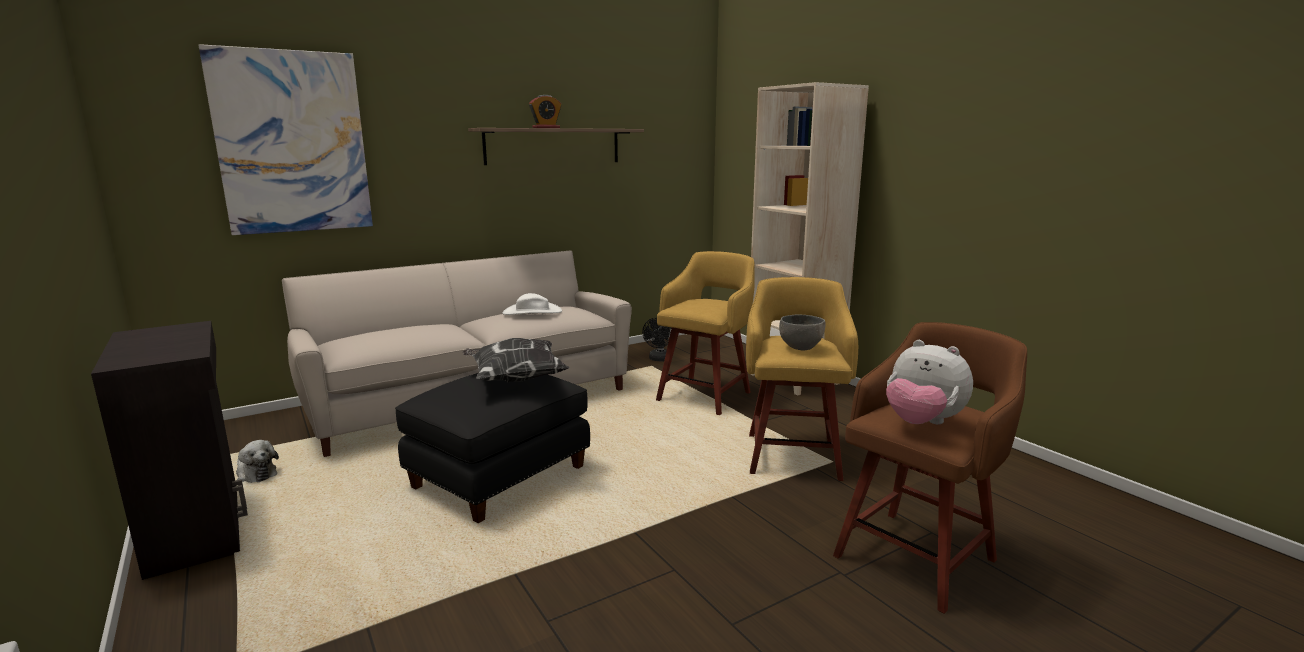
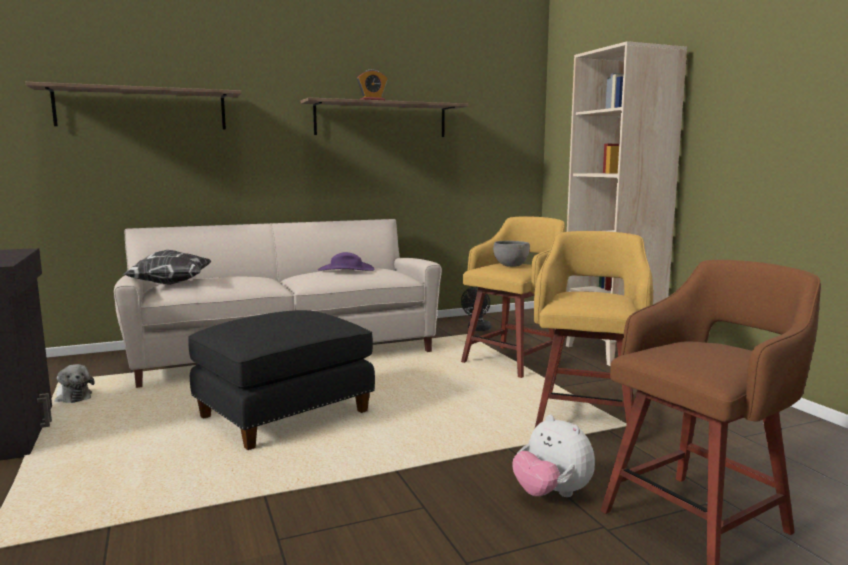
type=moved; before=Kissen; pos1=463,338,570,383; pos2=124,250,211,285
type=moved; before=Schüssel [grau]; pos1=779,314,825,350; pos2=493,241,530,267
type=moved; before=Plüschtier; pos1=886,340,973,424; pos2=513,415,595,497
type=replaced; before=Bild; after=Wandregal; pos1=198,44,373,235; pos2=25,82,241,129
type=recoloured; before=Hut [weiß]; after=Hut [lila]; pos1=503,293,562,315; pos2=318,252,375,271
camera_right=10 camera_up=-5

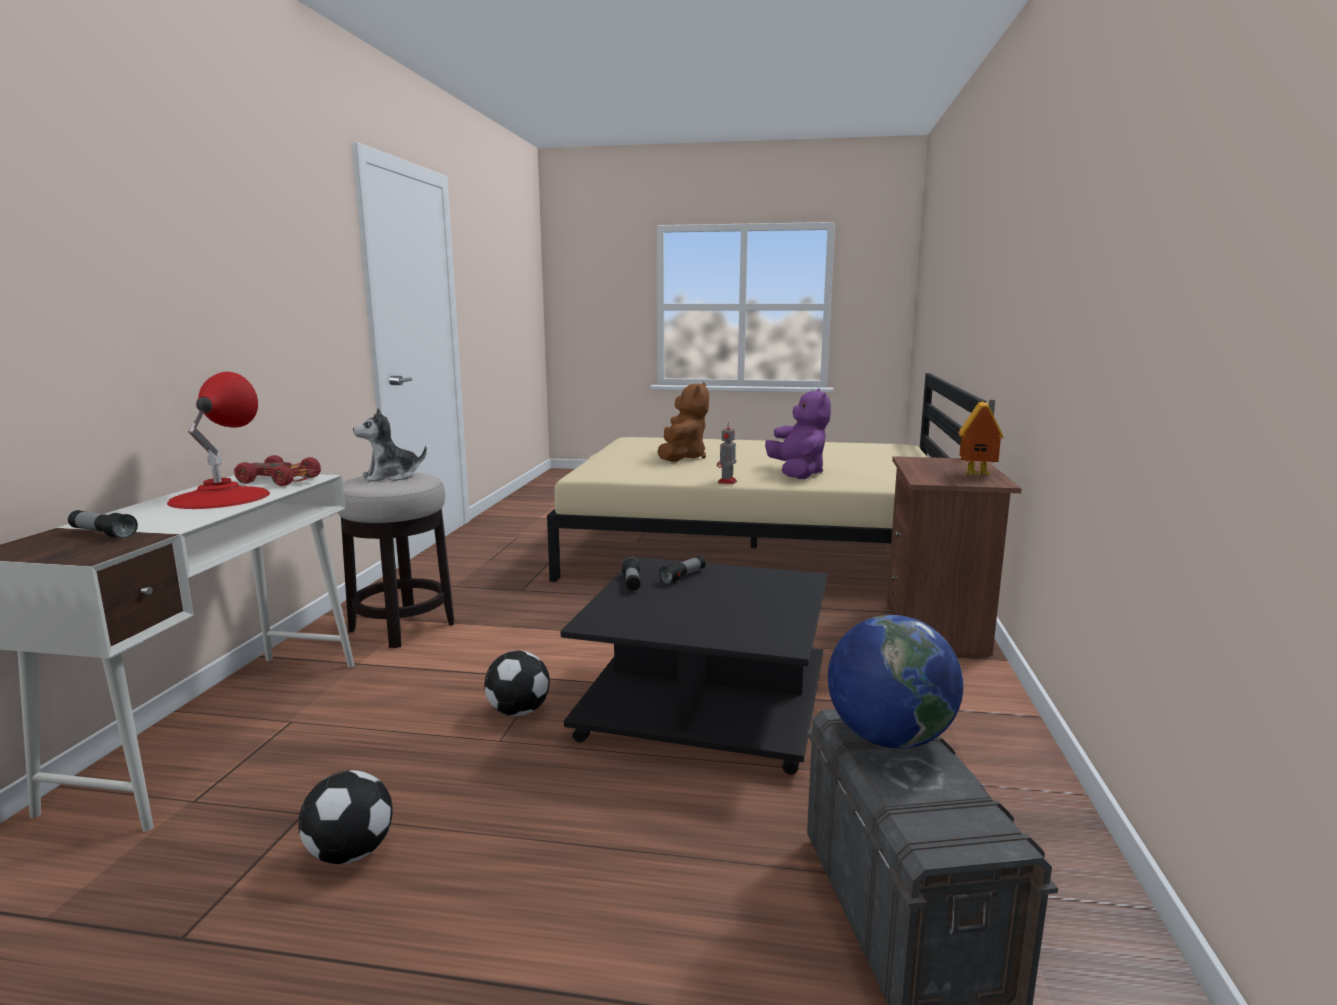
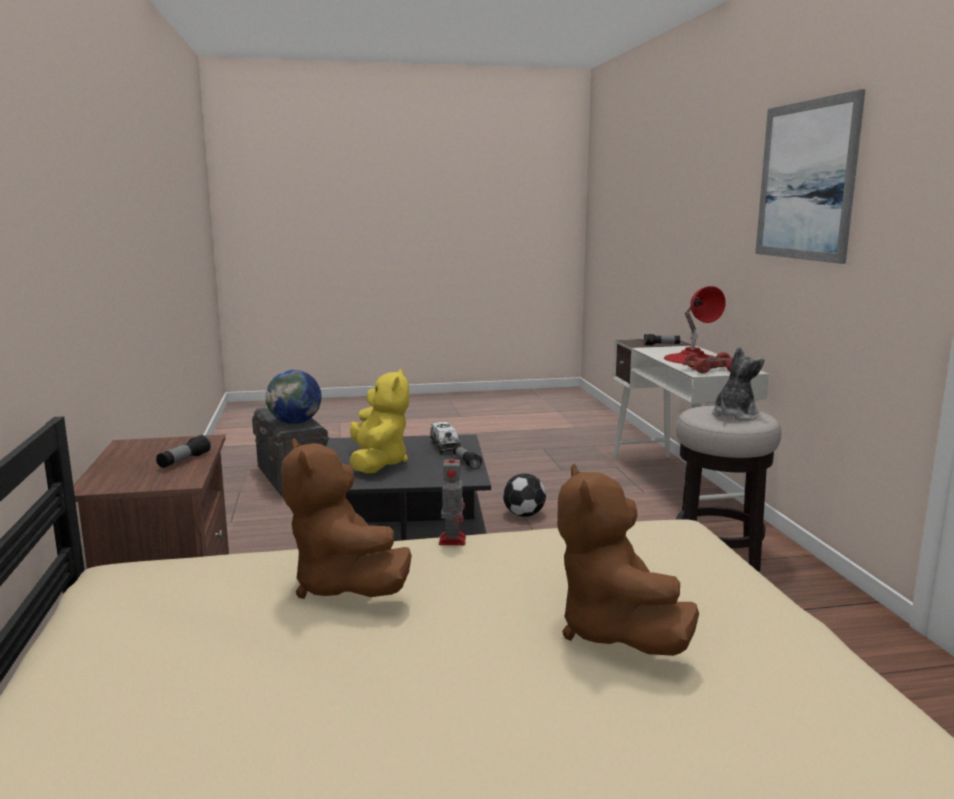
type=removed; before=Fußball; pos1=299,770,393,864
type=removed; before=Spielzeughaus; pos1=959,400,1004,475
type=added; after=Plüschtier [gelb]; pos2=349,368,409,473
type=added; after=Spielzeuglaster; pos2=430,422,461,454
type=added; after=Bild; pos2=755,89,866,264
type=moved; before=Taschenlampe; pos1=659,556,706,584; pos2=156,435,211,468
type=recoloured; before=Plüschtier [lila]; after=Plüschtier [braun]; pos1=765,388,831,479; pos2=281,438,412,599
camera_right=160 camera_up=0

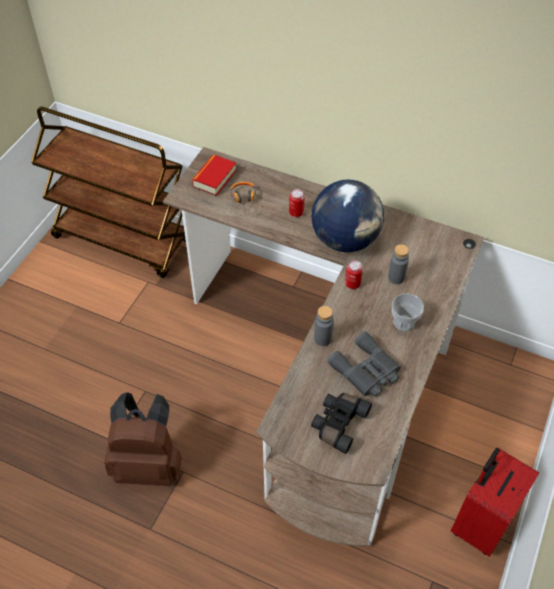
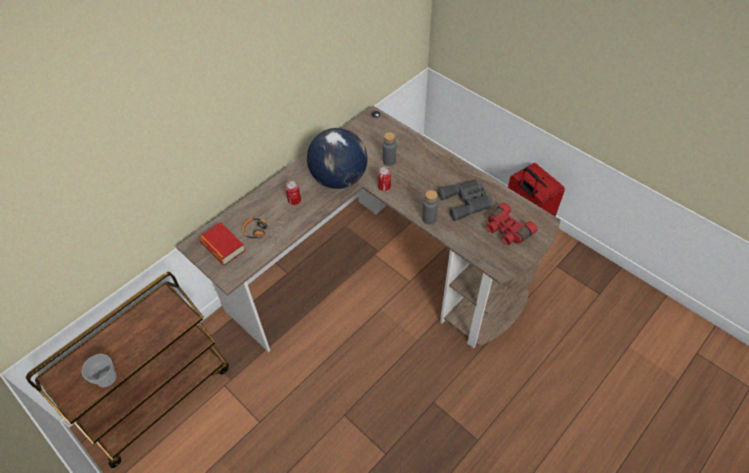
type=removed; before=Rucksack [braun]; pos1=104,392,181,486
type=moved; before=Tasse; pos1=392,293,424,331; pos2=81,354,117,388
type=recoloured; before=Fernglas [schwarz]; after=Fernglas [rot]; pos1=311,393,372,454; pos2=486,202,538,245
camera_right=-70 camera_up=0

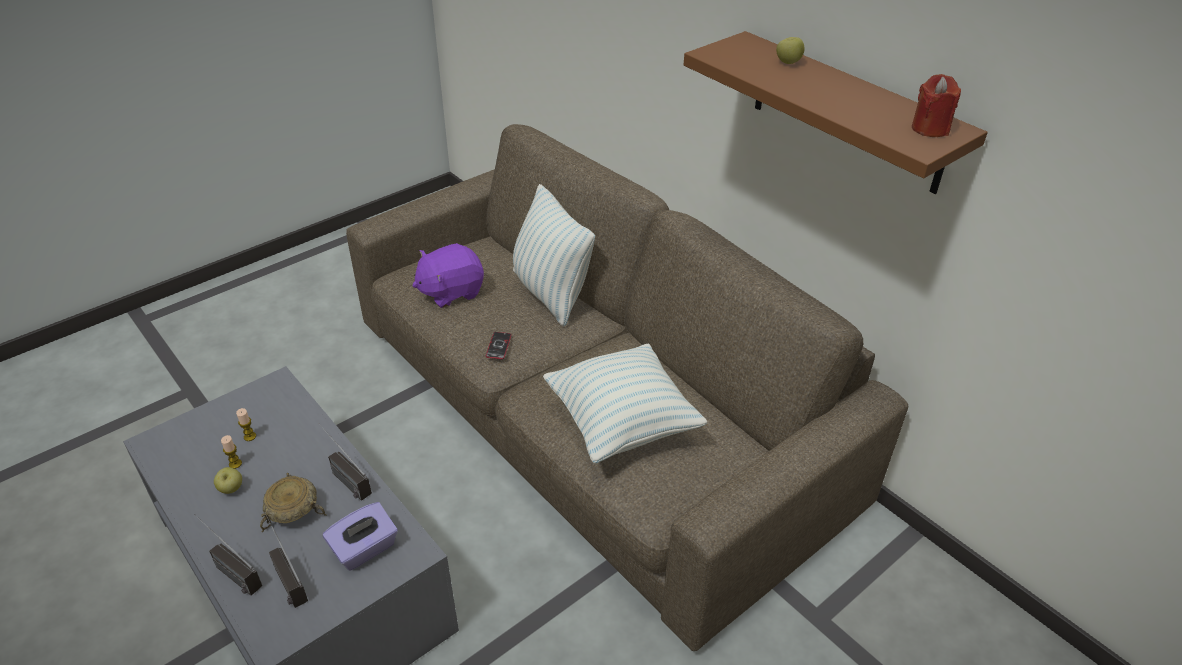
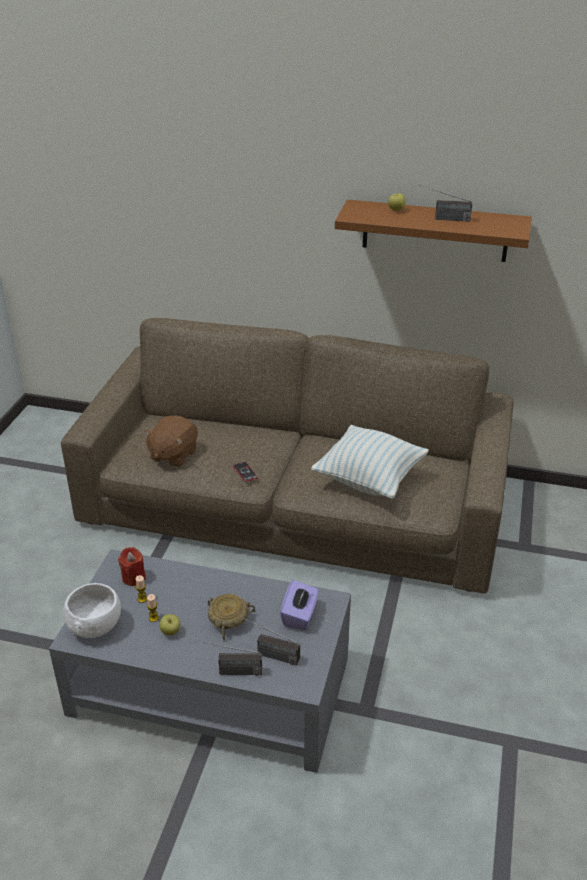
type=removed; before=Kissen; pos1=513,184,595,326
type=added; after=Schüssel [weiß]; pos2=63,583,121,638
type=moved; before=Radio; pos1=318,423,372,501; pos2=419,185,472,222
type=moved; before=Kerze [rot]; pos1=912,74,961,137; pos2=118,547,146,586
type=recoloured; before=Plüschtier [lila]; after=Plüschtier [braun]; pos1=413,243,484,308; pos2=143,415,198,467
camera_right=-35 camera_up=-5

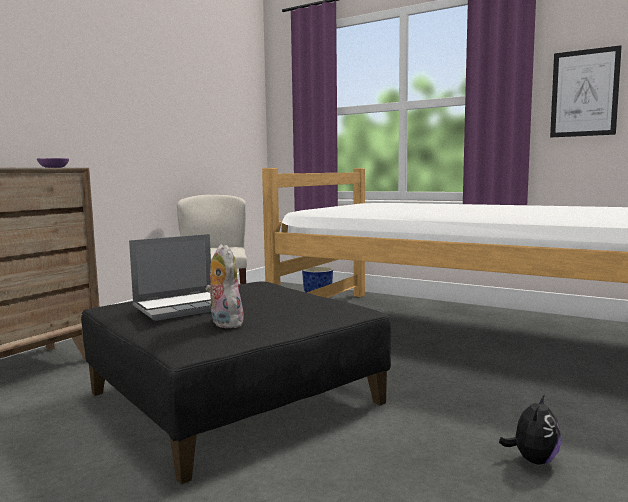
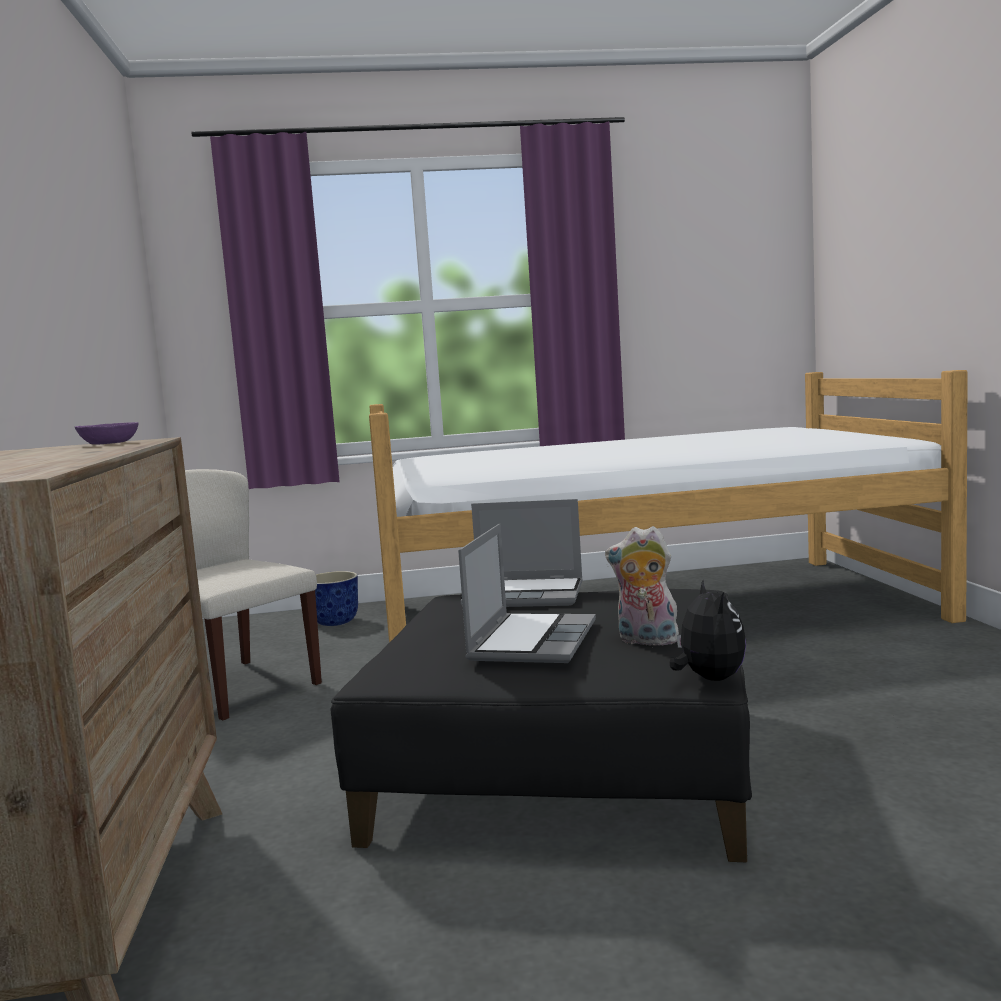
type=removed; before=Bild; pos1=550,45,622,138
type=added; after=Laptop; pos2=461,499,583,607
type=moved; before=Plüschtier; pos1=499,394,561,465; pos2=670,581,746,681
camera_right=-40 camera_up=0

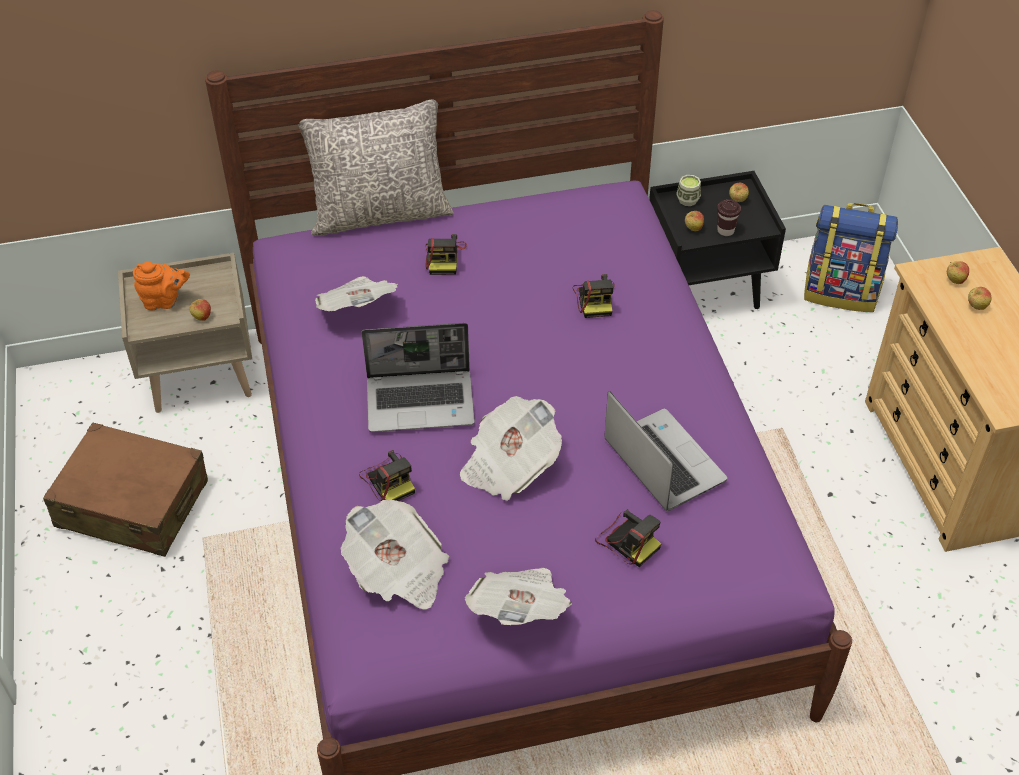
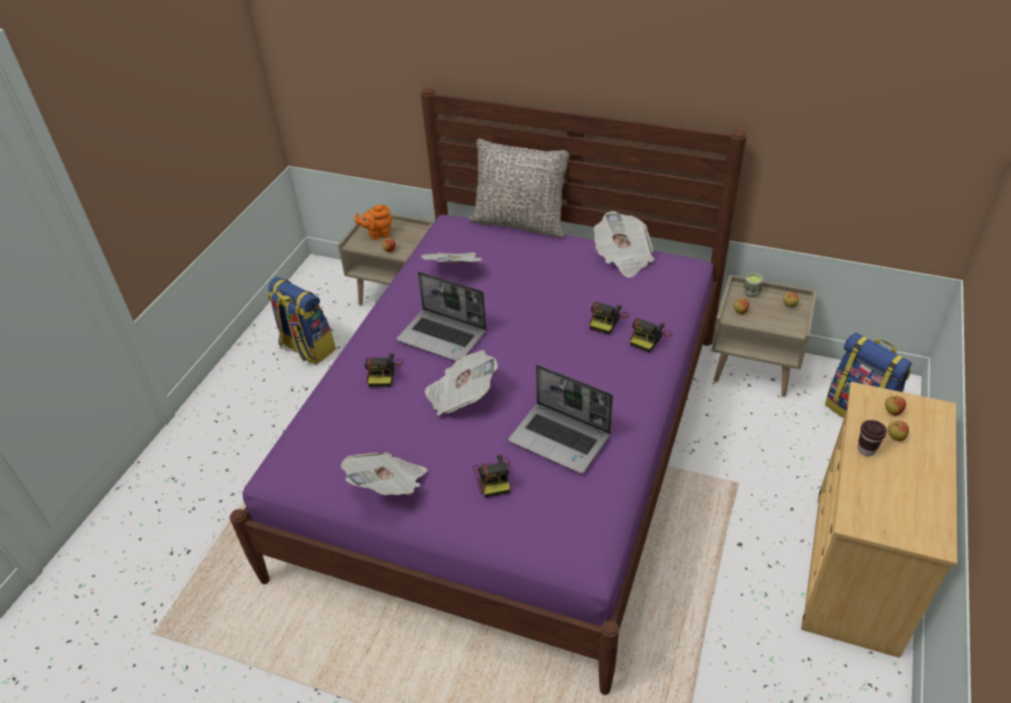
type=moved; before=Zeitung; pos1=340,500,449,610; pos2=594,211,654,278
type=moved; before=Kamera; pos1=425,234,467,275; pos2=630,318,672,353
type=moved; before=Tasse [braun]; pos1=717,199,741,236; pos2=857,420,887,456
type=replaced; before=Koffer [braun]; after=Rucksack; pos1=43,423,208,557; pos2=268,277,336,364
type=recoloured; before=Nachttisch [schwarz]; after=Nachttisch [beige]; pos1=649,171,786,309; pos2=712,275,817,397
type=turned; before=Teekanne [orange]; pos1=133,262,190,310; pos2=355,205,392,240; turn=135
type=turned; before=Laptop; pos1=604,391,727,511; pos2=508,365,613,474; turn=120
camera_right=35 camera_up=-5

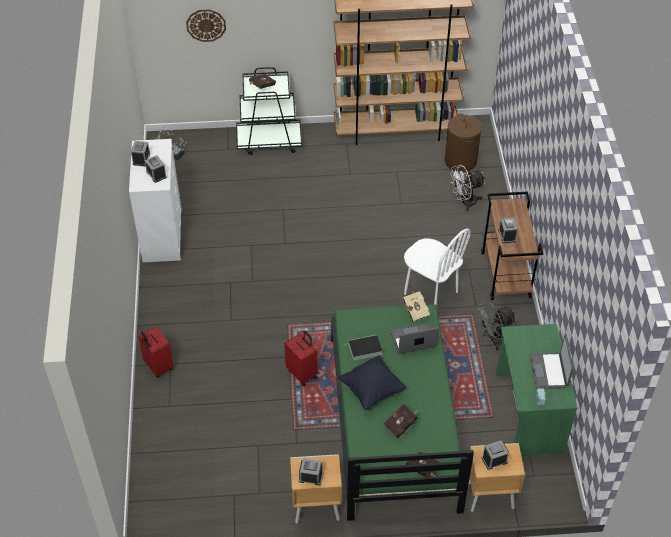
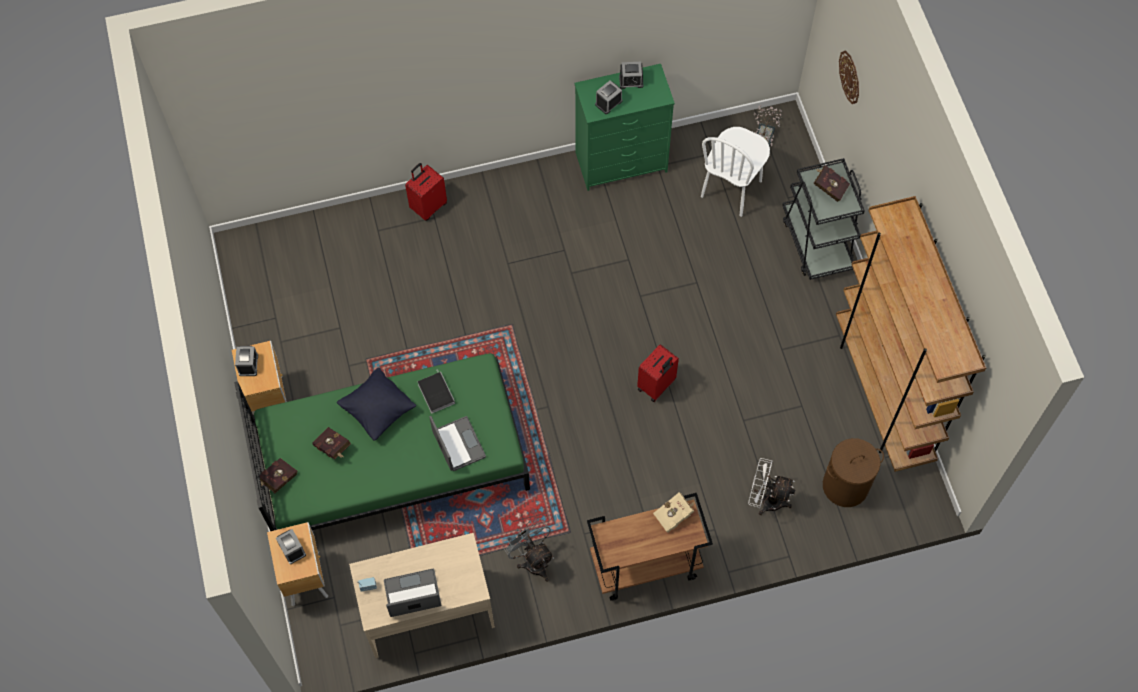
type=removed; before=Wecker; pos1=498,217,518,243
type=moved; before=Koffer [rot]; pos1=284,331,318,386; pos2=637,344,679,402
type=moved; before=Buch [beige]; pos1=402,290,430,322; pos2=653,492,695,533
type=moved; before=Stuhl [weiß]; pos1=404,229,471,305; pos2=701,127,770,217
type=recoloured; before=Kommode [weiß]; after=Kommode [grün]; pos1=129,139,182,262; pos2=574,64,675,191
type=recoloured; before=Schreibtisch [grün]; after=Schreibtisch [beige]; pos1=496,324,578,456; pos2=349,533,495,658
type=turned; before=Ventilator [weiß]; pos1=450,165,485,211; pos2=748,458,795,515; turn=-45
camera_right=80 camera_up=15

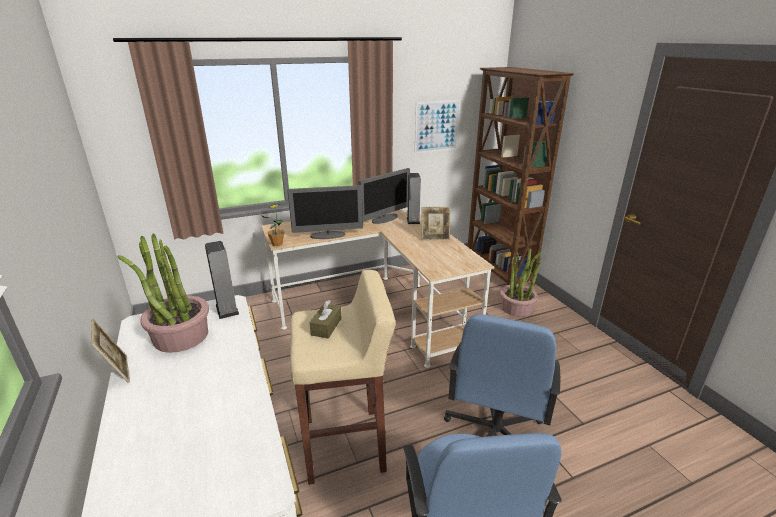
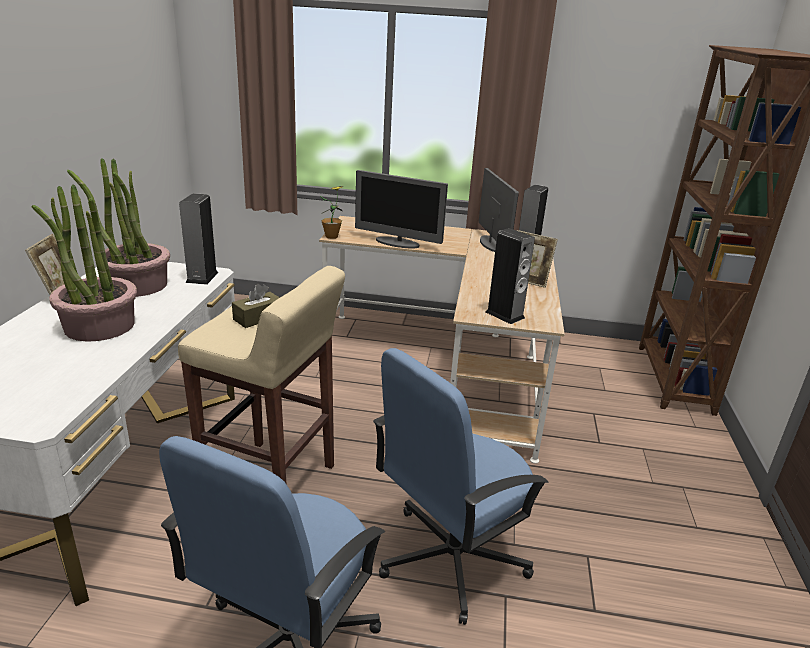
type=removed; before=Bild; pos1=415,100,461,153
type=added; after=Lautsprecher; pos2=485,228,535,324
type=moved; before=Topfpflanze; pos1=500,248,542,317; pos2=32,184,137,342
type=turned; before=Monitor; pos1=359,168,410,224; pos2=479,168,519,252; turn=-90
camera_right=30 camera_up=0

